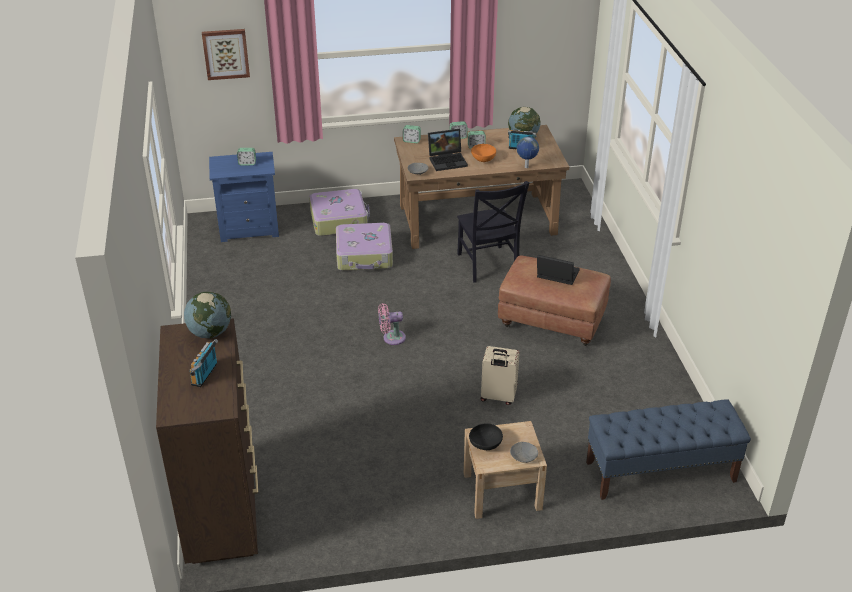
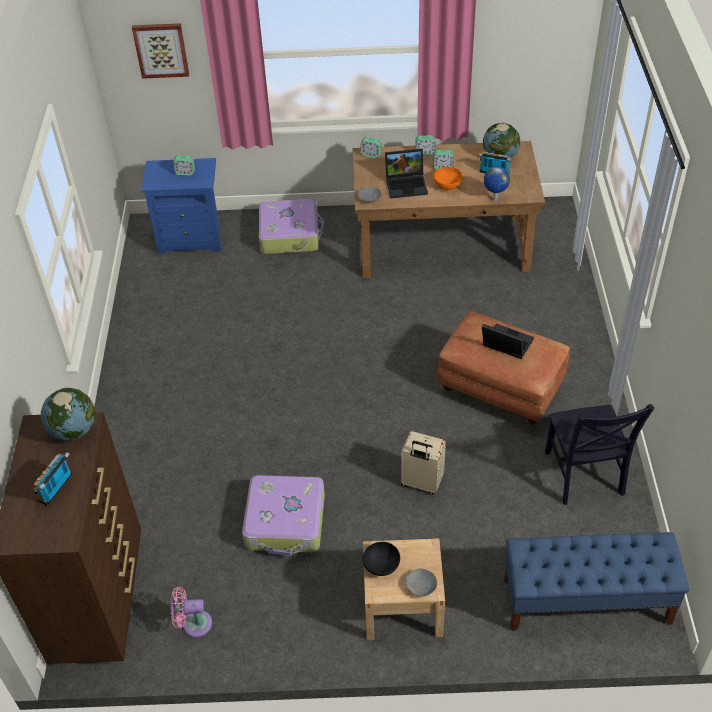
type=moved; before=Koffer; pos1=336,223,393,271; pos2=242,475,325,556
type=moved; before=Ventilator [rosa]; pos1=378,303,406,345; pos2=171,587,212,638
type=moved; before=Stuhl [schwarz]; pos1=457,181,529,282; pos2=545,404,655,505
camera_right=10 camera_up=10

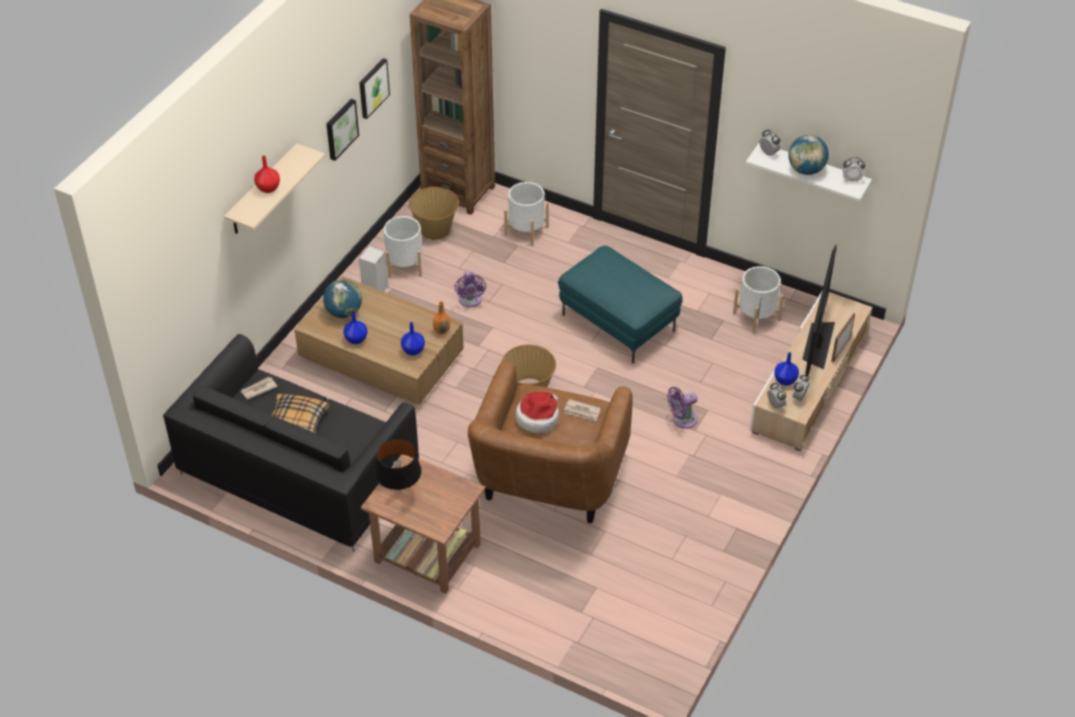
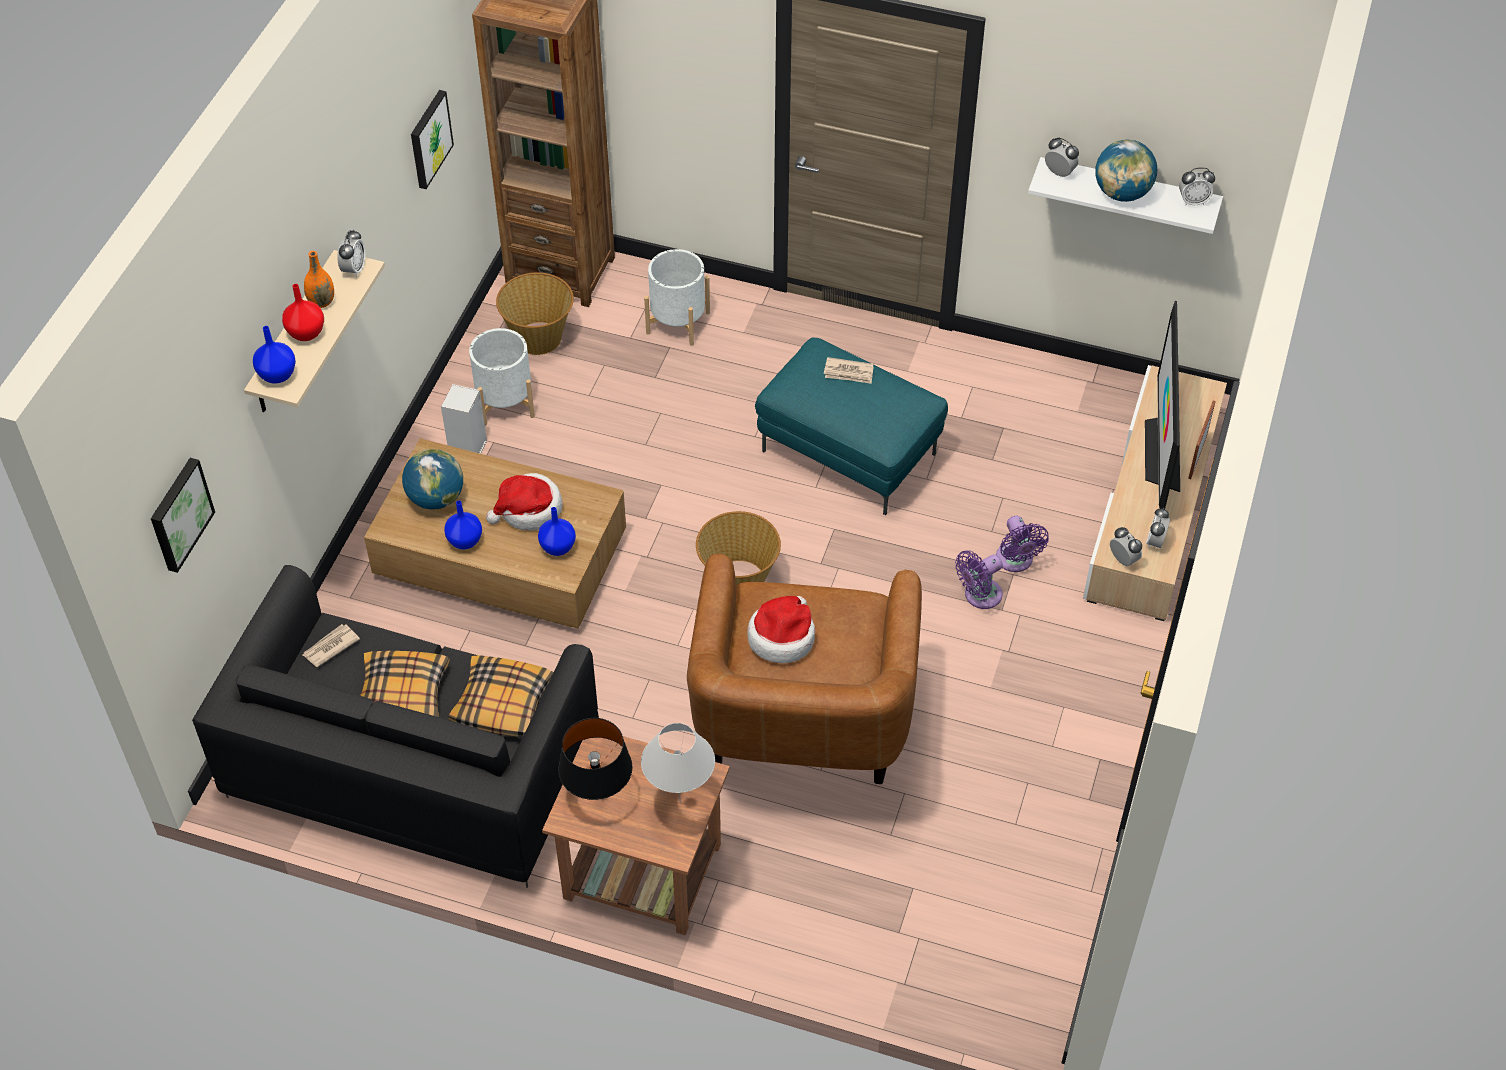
type=removed; before=Pflanzkübel [weiß]; pos1=733,266,784,334
type=added; after=Wecker; pos2=337,229,366,277
type=added; after=Kissen; pos2=448,655,554,737
type=added; after=Hut; pos2=486,473,563,531
type=added; after=Tischlampe [weiß]; pos2=641,723,715,802
type=moved; before=Bild; pos1=326,99,359,161; pos2=151,458,215,573
type=moved; before=Vase [orange]; pos1=433,301,450,334; pos2=304,251,334,308
type=moved; before=Ventilator [lila]; pos1=455,271,486,307; pos2=996,516,1049,572
type=moved; before=Zeitung; pos1=564,399,600,422; pos2=824,357,873,384
type=moved; before=Vase [blau]; pos1=774,352,799,386; pos2=253,326,296,384
camera_right=-10 camera_up=5

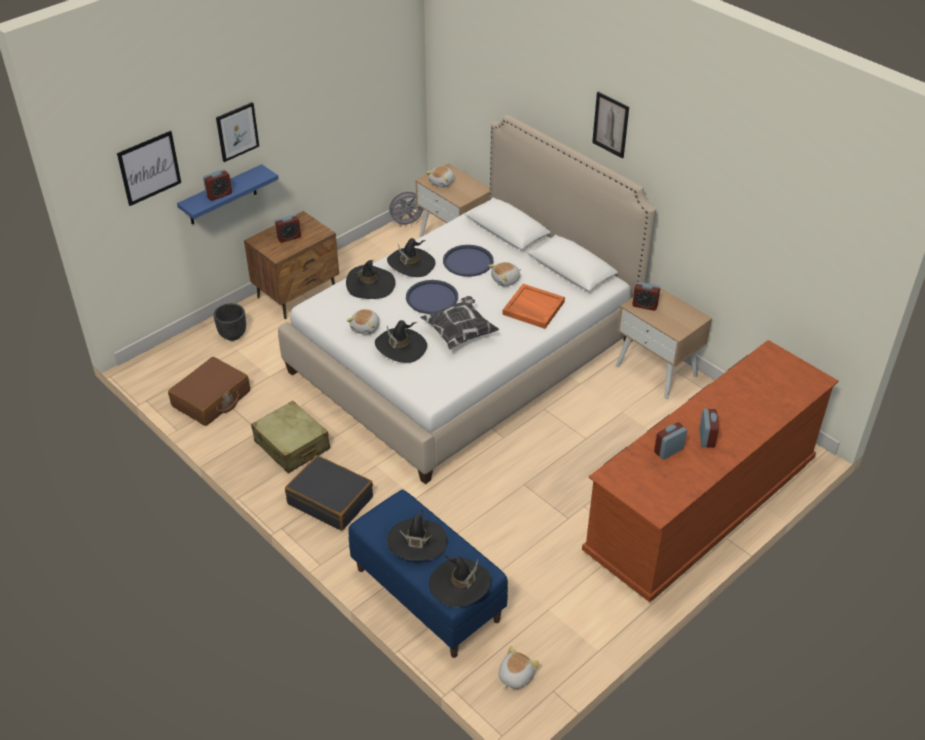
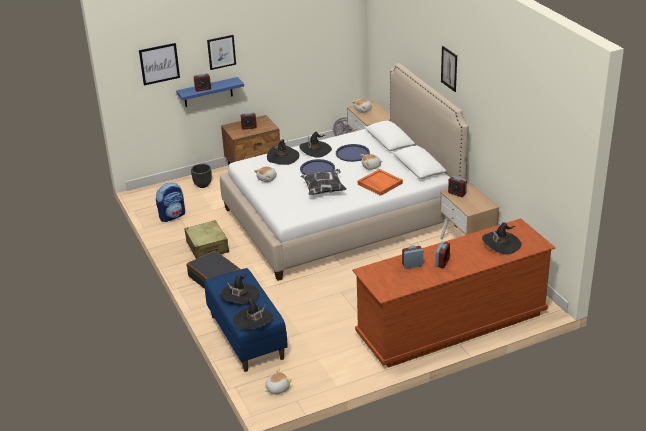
type=moved; before=Hut [schwarz]; pos1=375,320,427,363; pos2=482,222,522,254
type=replaced; before=Koffer [braun]; after=Rucksack; pos1=168,357,250,426; pos2=156,183,185,222
camera_right=20 camera_up=-10

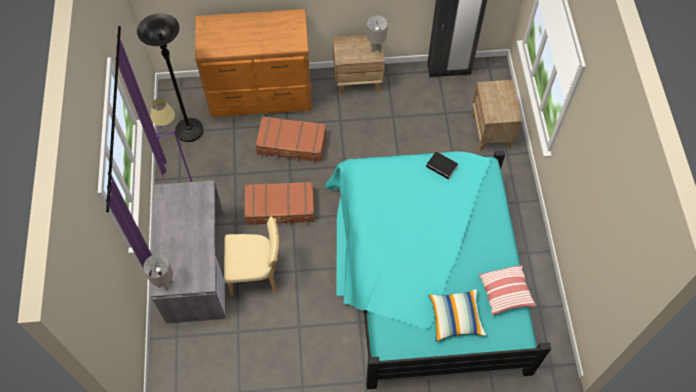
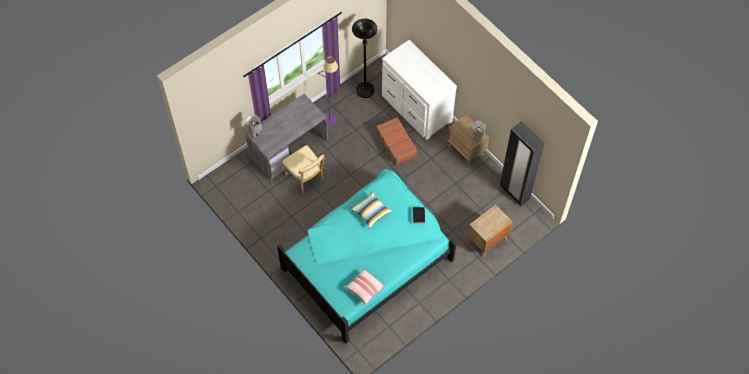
type=removed; before=Koffer [braun]; pos1=244,181,314,226
type=moved; before=Kissen; pos1=428,289,486,342; pos2=350,192,391,228
type=recoloured; before=Kommode [braun]; after=Kommode [weiß]; pos1=195,9,312,117; pos2=382,40,457,140
camera_right=55 camera_up=0

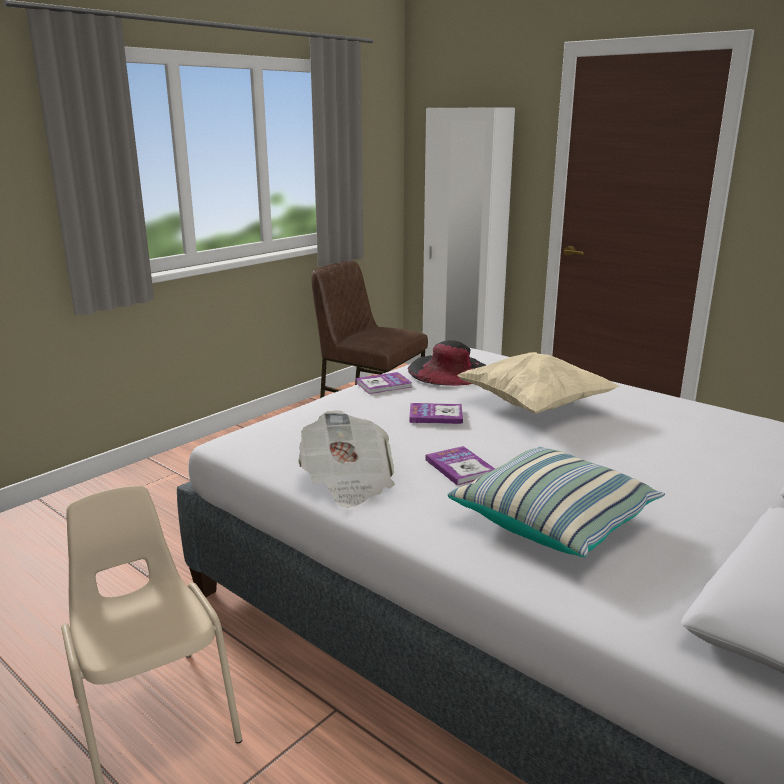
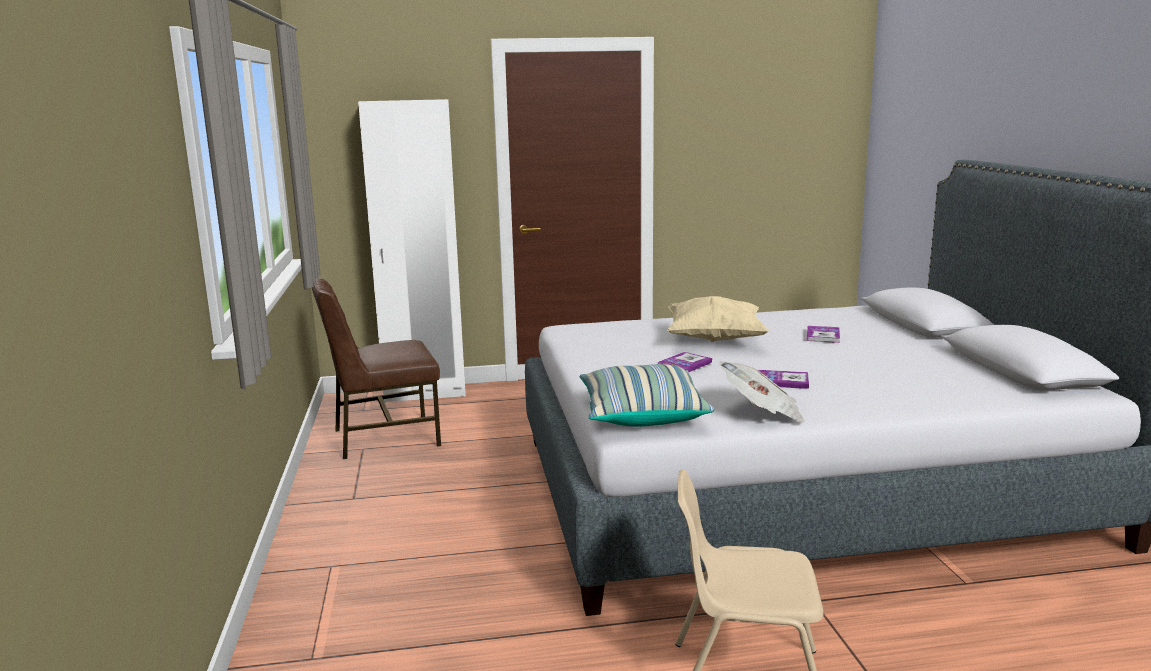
type=removed; before=Hut [schwarz]; pos1=408,340,486,386
type=moved; before=Buch; pos1=356,372,412,394; pos2=807,326,840,343
type=moved; before=Kissen; pos1=448,447,665,557; pos2=580,364,714,427
camera_right=-50 camera_up=-5

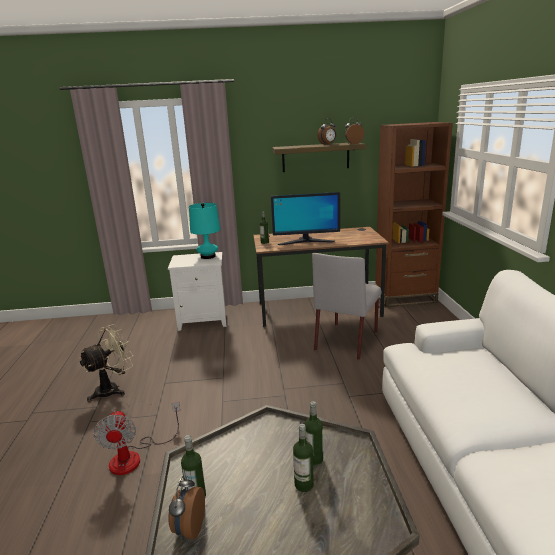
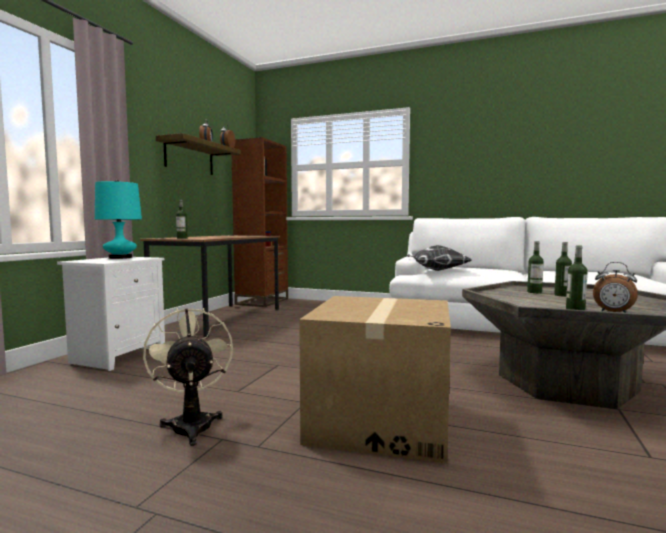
type=removed; before=Monitor; pos1=271,192,340,245
type=removed; before=Stuhl [grau]; pos1=312,253,382,360
type=added; after=Kissen; pos2=407,245,472,271
type=replaced; before=Ventilator; after=Karton; pos1=93,402,180,475; pos2=299,296,451,463
camera_right=-65 camera_up=-15

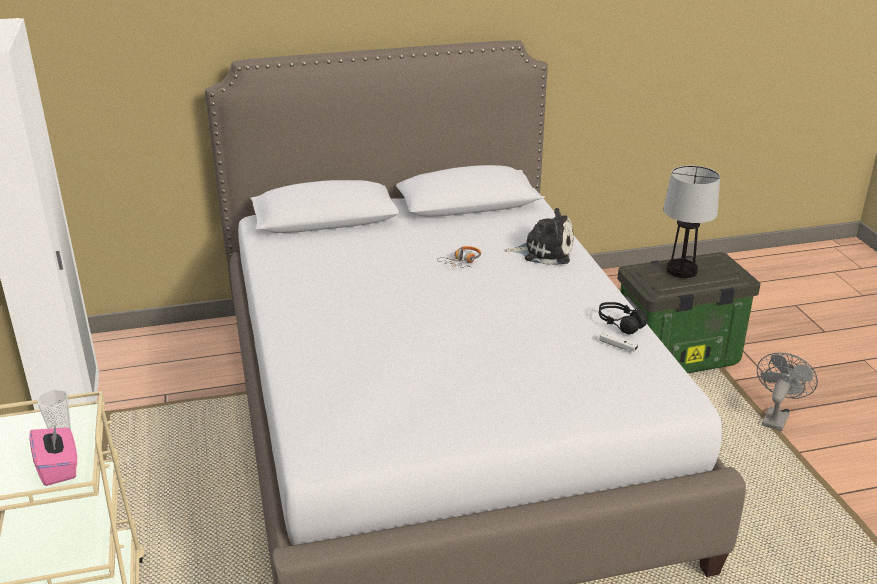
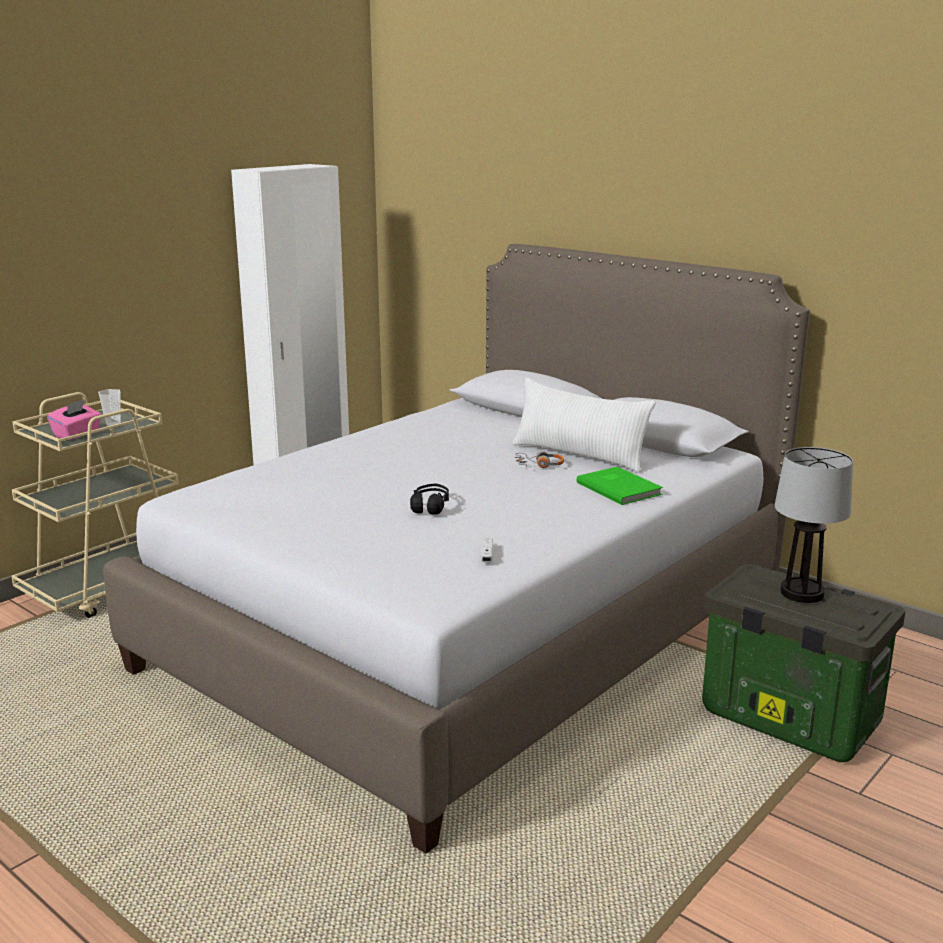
type=removed; before=Ventilator [grau]; pos1=757,352,818,432
type=added; after=Kissen [weiß]; pos2=512,378,656,473
type=moved; before=Kopfhörer [schwarz]; pos1=599,302,647,334; pos2=410,484,449,515
type=replaced; before=Plüschtier; after=Buch [grün]; pos1=504,208,574,265; pos2=576,467,663,505
camera_right=55 camera_up=-10

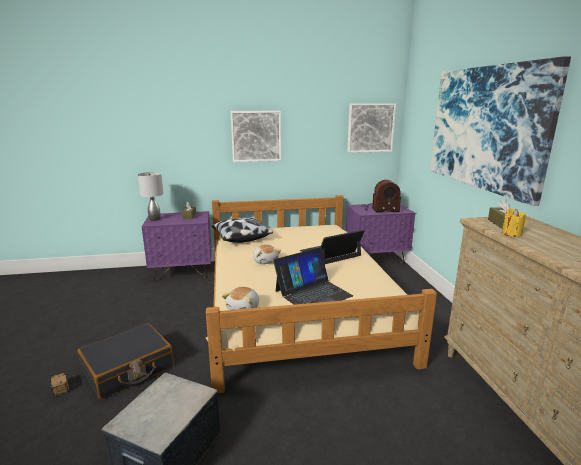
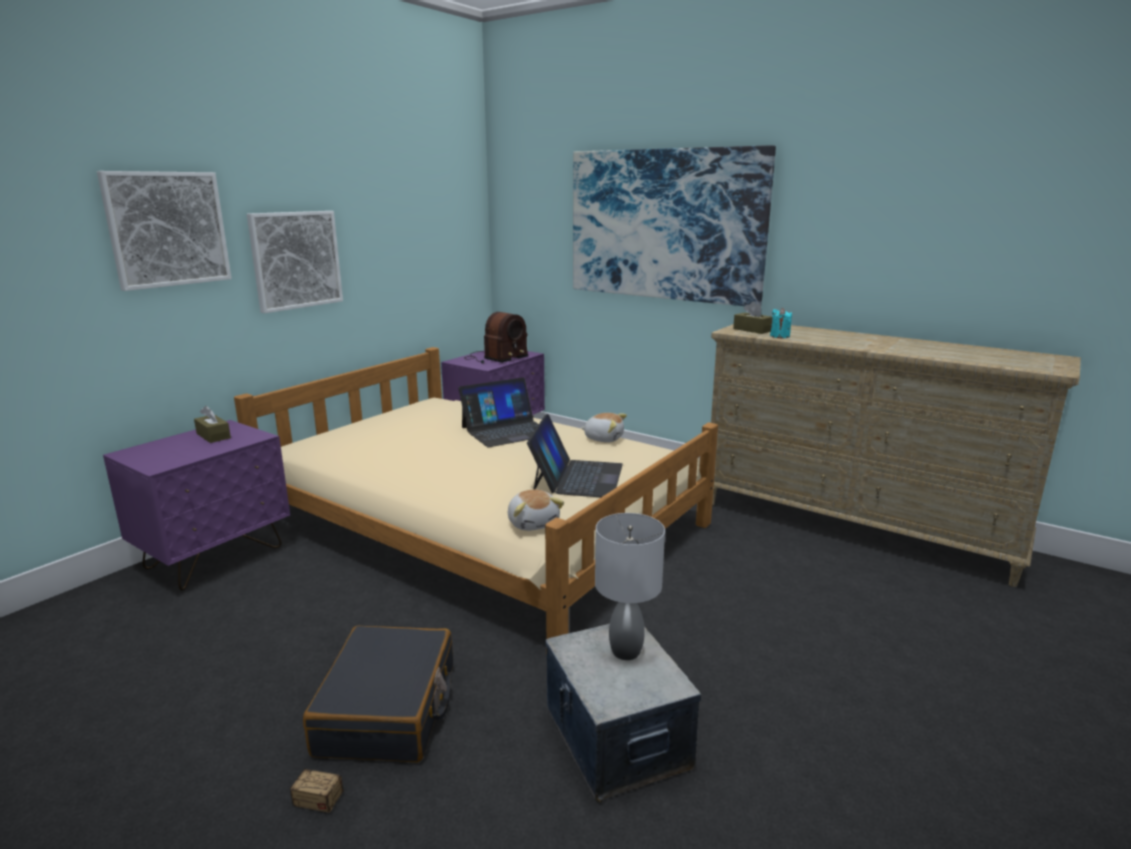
type=removed; before=Kissen; pos1=211,217,273,243
type=moved; before=Tischlampe [grau]; pos1=138,172,163,221; pos2=595,513,665,660
type=moved; before=Plüschtier; pos1=253,245,281,264; pos2=581,413,627,442
type=moved; before=Bild; pos1=347,103,396,153; pos2=97,171,232,291
type=recoloured; before=Kerze [gelb]; after=Kerze [türkis]; pos1=502,208,526,237; pos2=770,308,792,338
type=turned; before=Laptop; pos1=300,230,364,264; pos2=458,377,539,447; turn=-135
camera_right=-45 camera_up=0

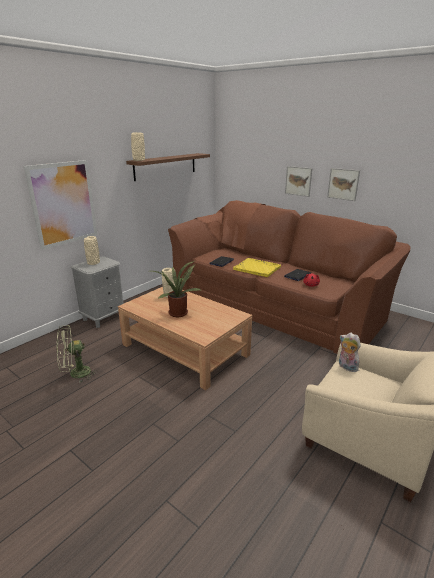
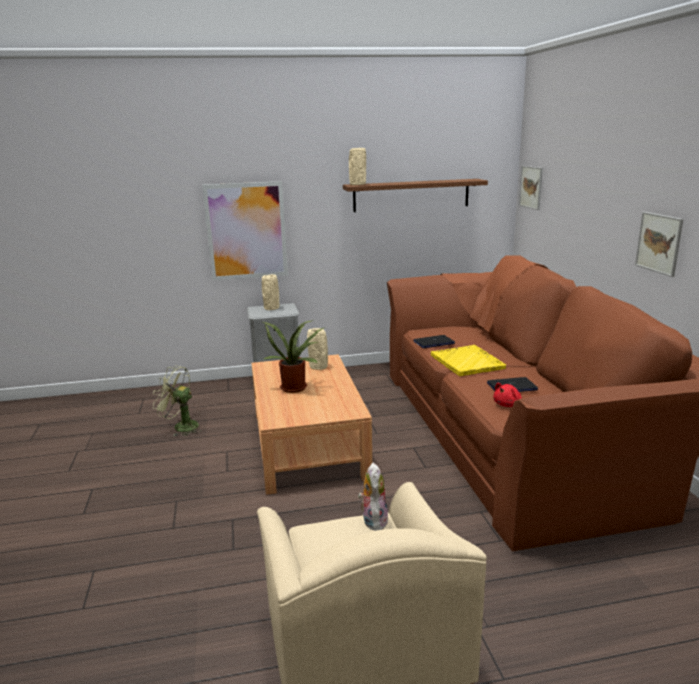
type=moved; before=Bild; pos1=285,166,312,197; pos2=519,166,543,210
camera_right=40 camera_up=-5

